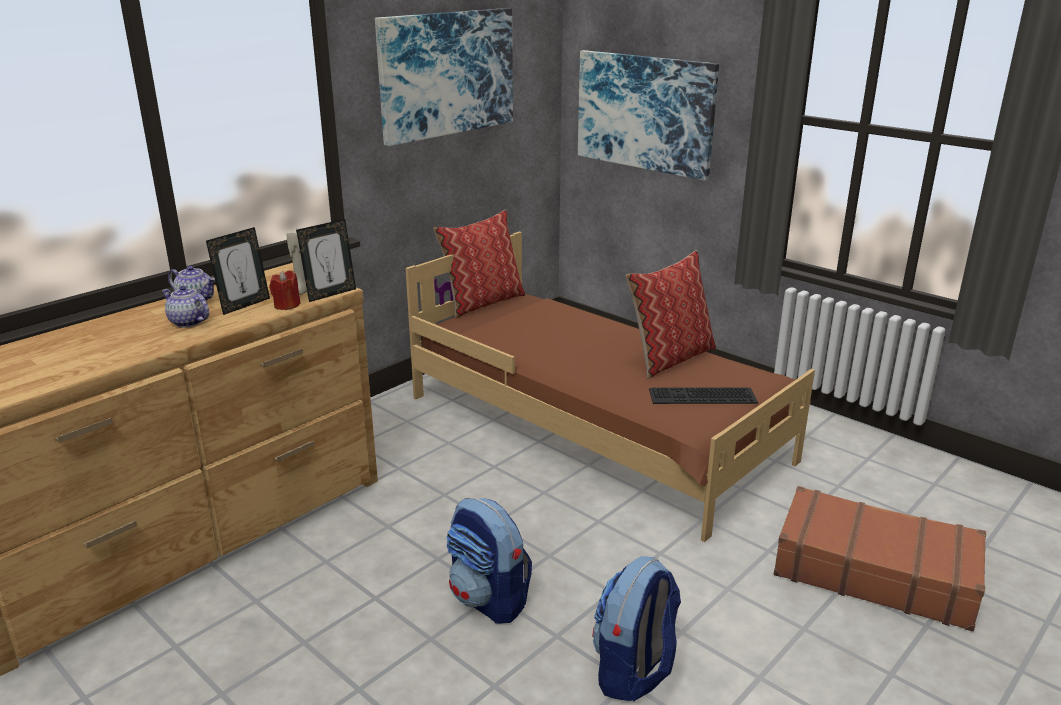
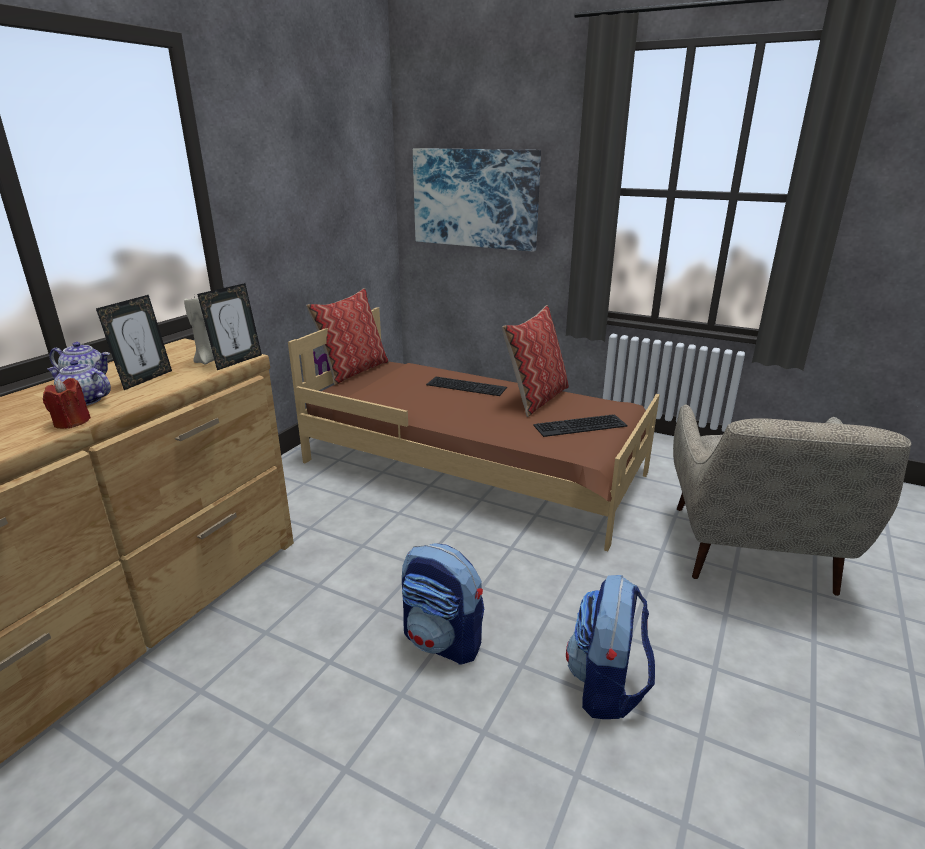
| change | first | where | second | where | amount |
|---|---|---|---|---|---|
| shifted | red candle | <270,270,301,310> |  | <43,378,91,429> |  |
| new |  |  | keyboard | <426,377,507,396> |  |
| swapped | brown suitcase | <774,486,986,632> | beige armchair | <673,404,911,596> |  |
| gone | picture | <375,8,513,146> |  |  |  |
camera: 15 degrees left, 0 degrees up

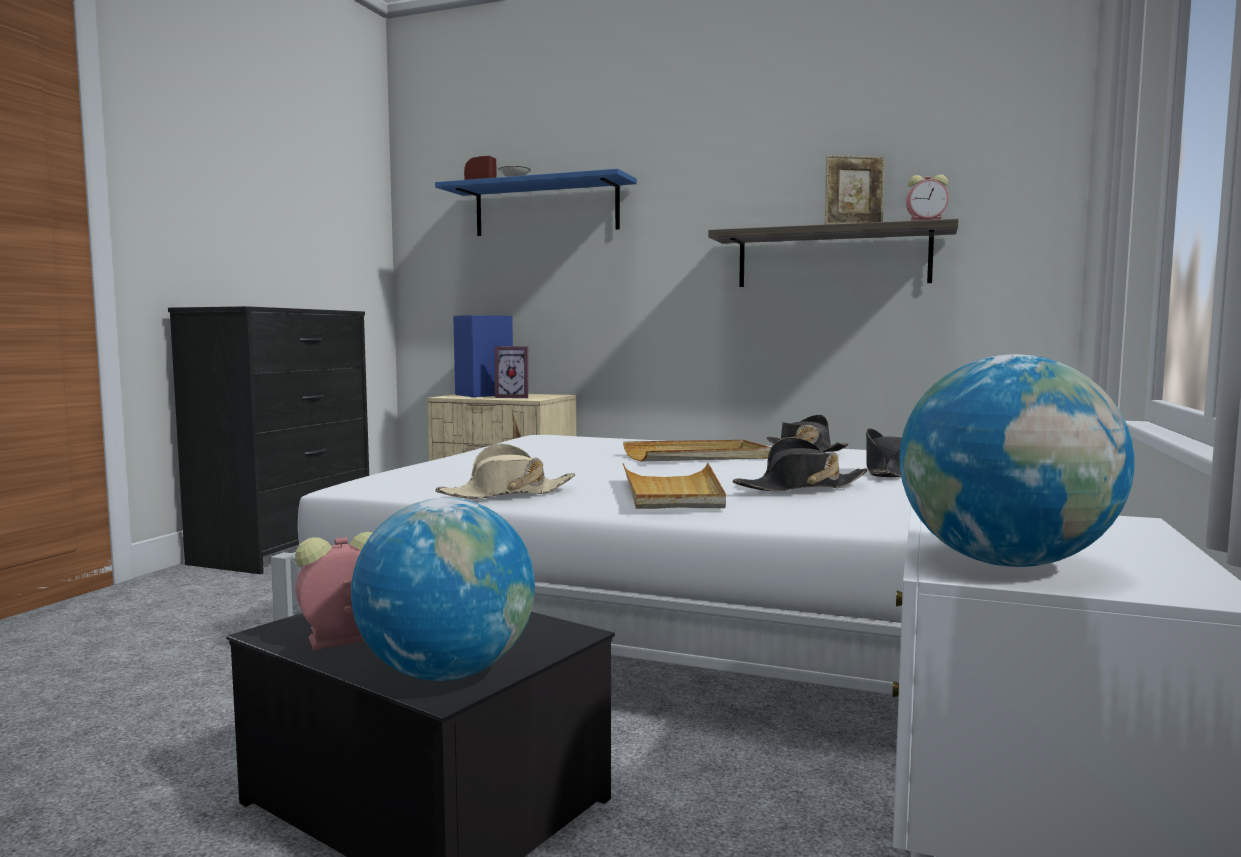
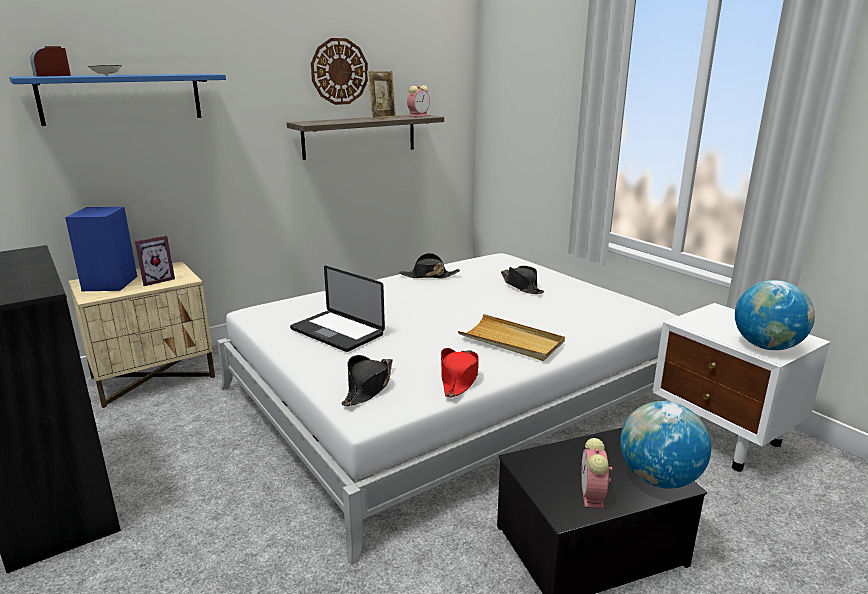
| change | first | where | second | where | amount |
|---|---|---|---|---|---|
| new |  |  | laptop | <290,266,385,352> |  |
| new |  |  | wall clock | <311,38,368,105> |  |
| shifted | black hat | <733,437,868,491> |  | <341,355,393,406> |  |
| repainted | beige hat | <435,444,575,499> | red hat | <441,348,479,397> |  |
| gone | beige tray | <623,440,771,461> |  |  |  |
camera: 55 degrees left, 15 degrees up

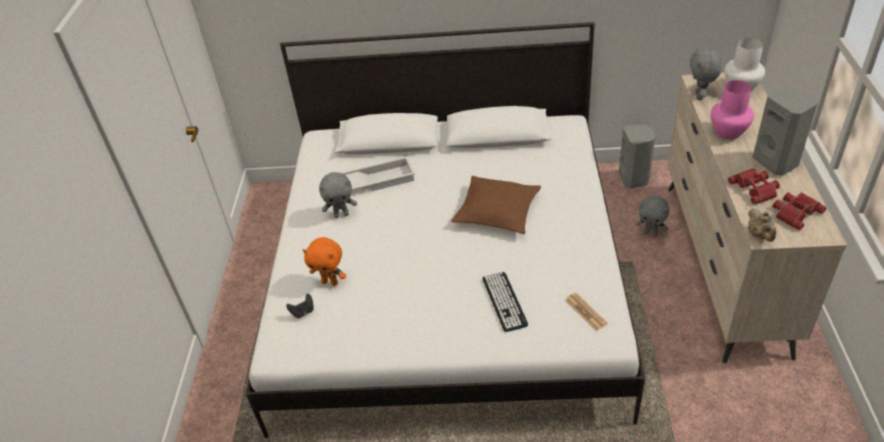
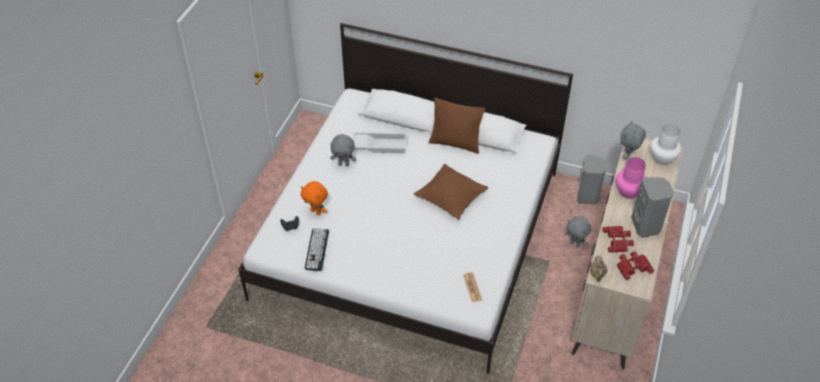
| change | first | where | second | where | amount |
|---|---|---|---|---|---|
| shifted | keyboard | <482,272,528,332> |  | <305,228,329,271> |  |
| new |  |  | brown pillow | <429,98,485,154> |  |
camera: 15 degrees right, 5 degrees up

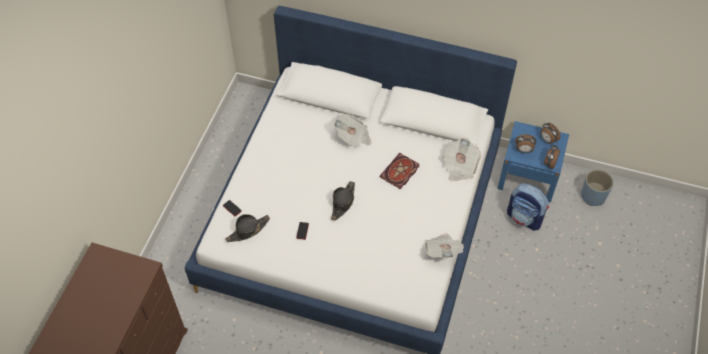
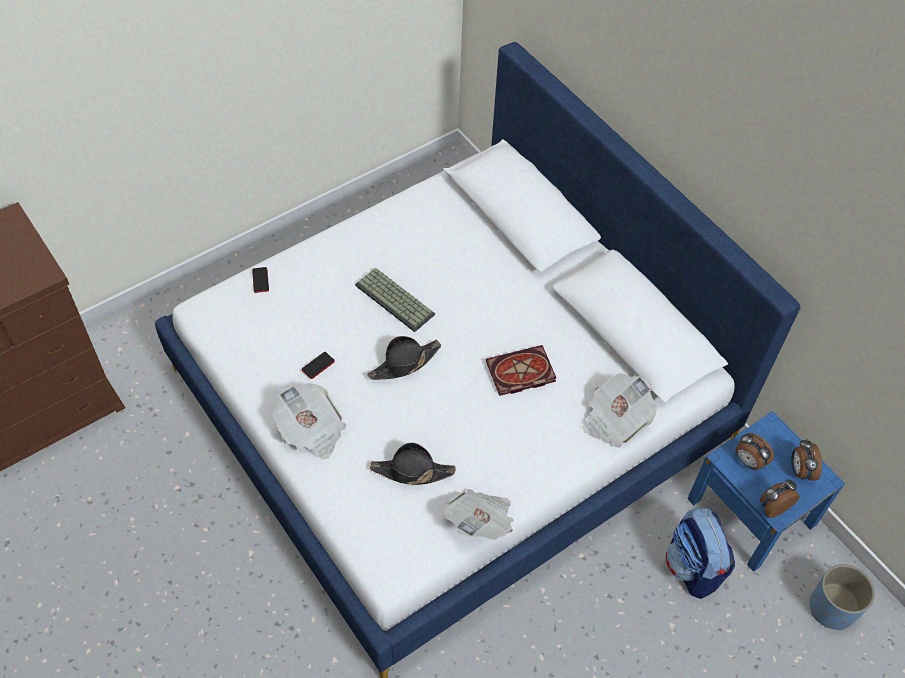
| change | first | where | second | where | amount |
|---|---|---|---|---|---|
| shifted | newspaper | <333,114,372,146> |  | <273,383,346,459> |  |
| new |  |  | keyboard | <355,268,435,332> |  |
| shifted | black hat | <225,214,270,242> |  | <370,442,456,485> |  |
camera: 35 degrees right, 0 degrees up

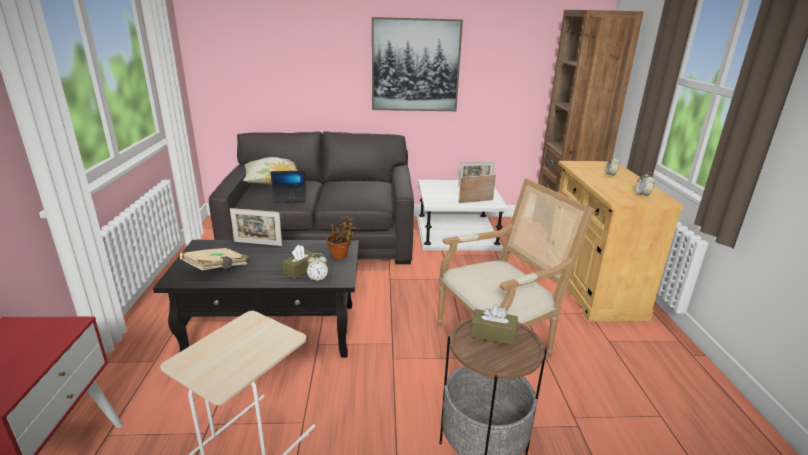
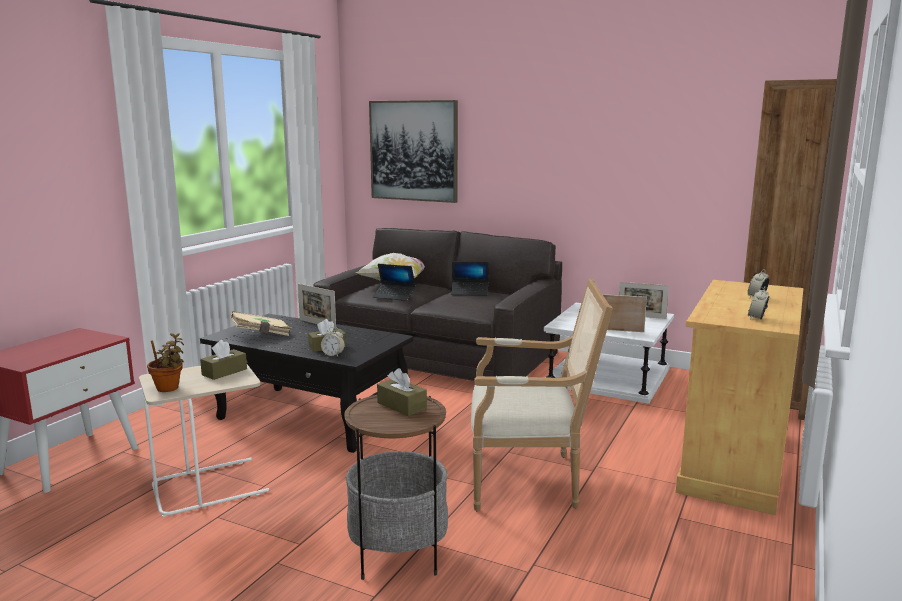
| change | first | where | second | where | amount |
|---|---|---|---|---|---|
| shifted | potted plant | <327,216,357,260> |  | <147,333,184,392> |  |
| new |  |  | brown tissue box | <200,340,247,380> |  |
| shifted | picture | <372,17,463,111> |  | <369,100,458,203> |  |
| new |  |  | laptop | <451,261,488,296> |  |
camera: 30 degrees right, 10 degrees down

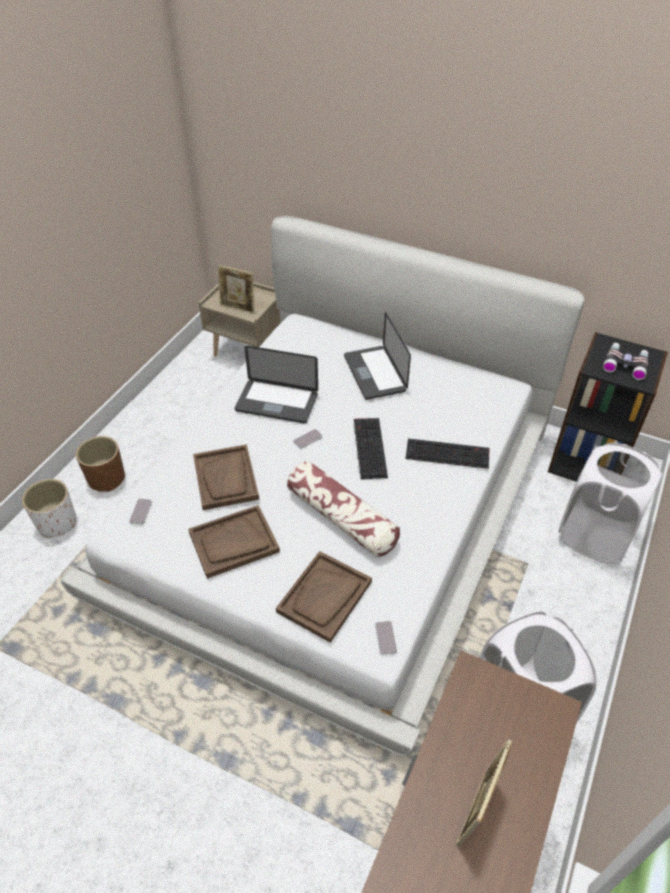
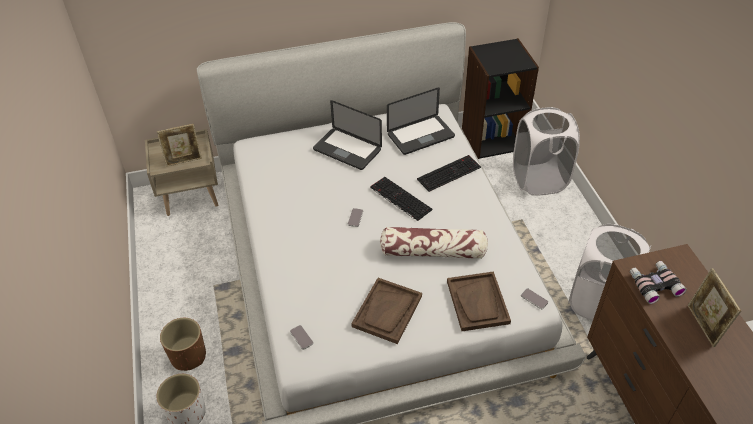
| change | first | where | second | where | amount |
|---|---|---|---|---|---|
| shifted | laptop | <234,345,318,423> |  | <387,87,455,155> |  |
| shifted | binoculars | <603,343,648,380> |  | <630,261,687,304> |  |
| gone | brown tray | <193,444,259,510> |  |  |  |
camera: 40 degrees left, 0 degrees up

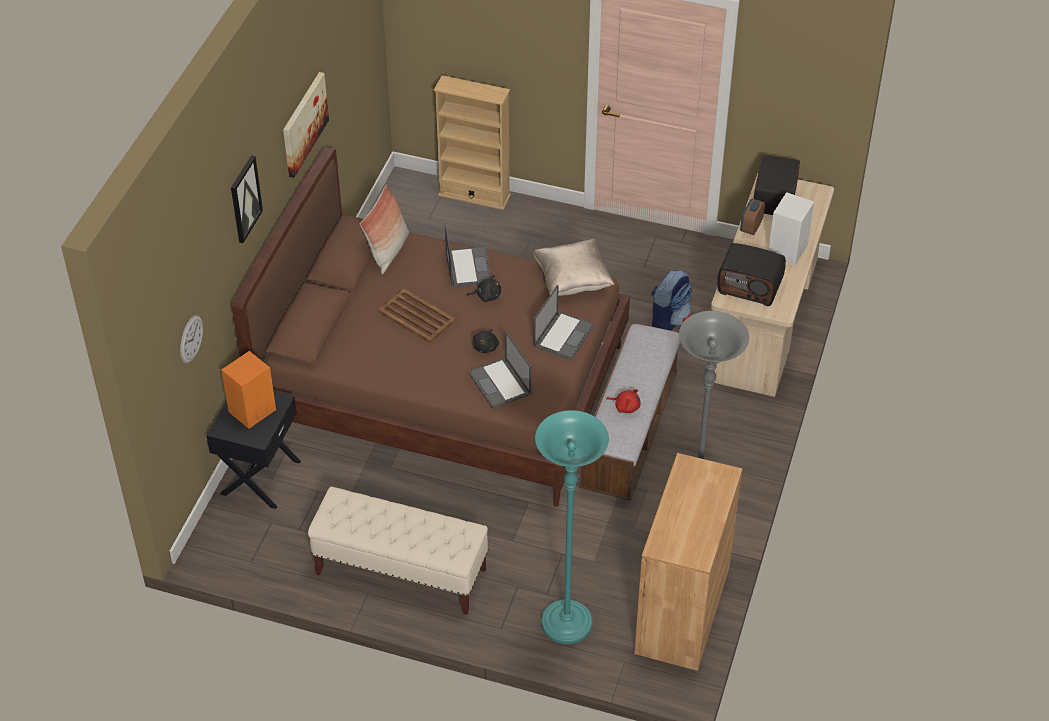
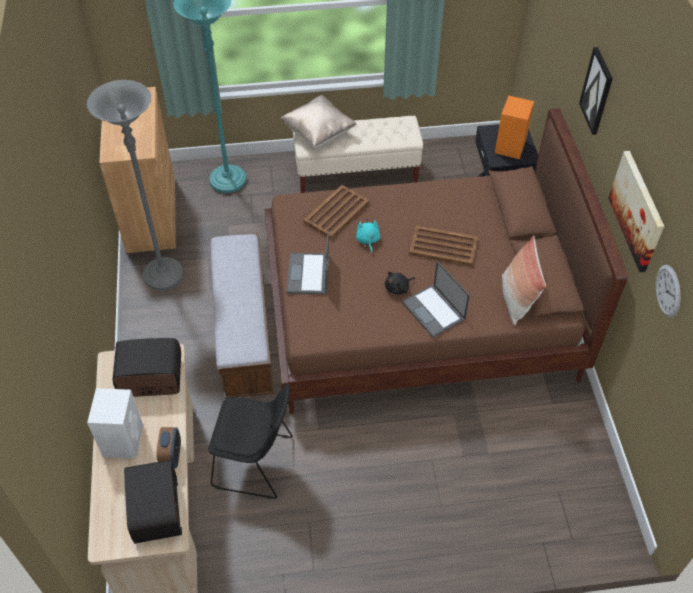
| change | first | where | second | where | amount |
|---|---|---|---|---|---|
| swapped | backpack | <651,270,692,331> | black chair | <209,384,293,499> |  |
| shifted | beige pillow | <533,239,615,296> |  | <280,95,356,148> |  |
| swapped | laptop | <468,331,531,409> | brown tray | <303,185,370,239> |  |
| repainted | black plush toy | <472,329,499,353> | turquoise plush toy | <356,218,380,254> |  |
| shifted | wall clock | <180,315,203,364> |  | <656,265,681,318> |  |
| gone | beige bookcase | <434,75,511,210> |  |  |  |
| gone | red plush toy | <606,389,641,413> |  |  |  |
camera: 155 degrees right, 5 degrees up

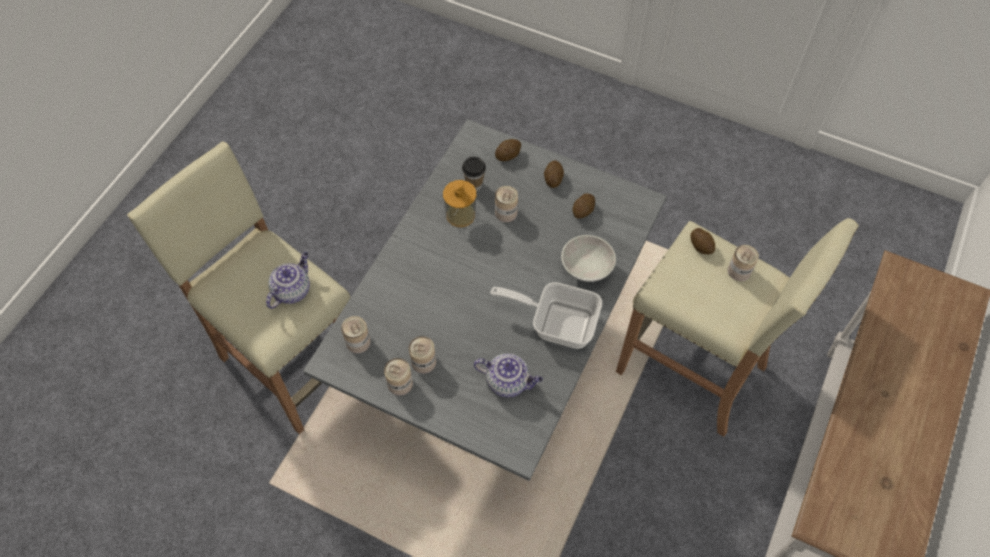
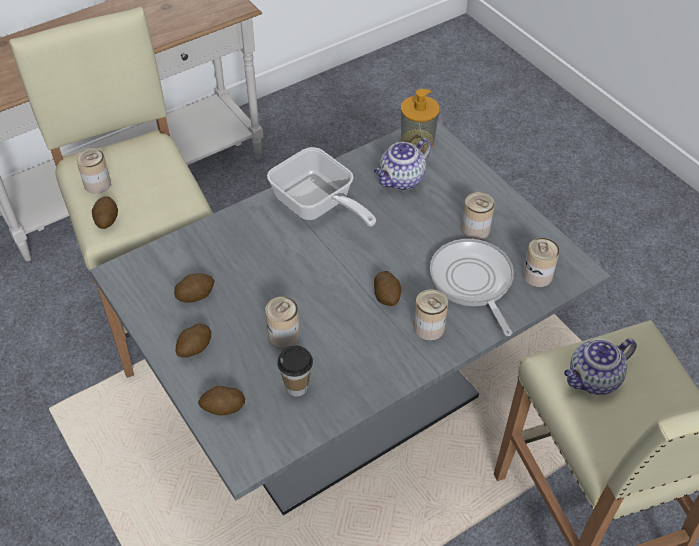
| change | first | where | second | where | amount |
|---|---|---|---|---|---|
| rotated | teapot | <474,354,543,397> |  | <374,138,431,190> | 90 degrees counterclockwise |
| new |  |  | potato | <374,271,401,306> |  |
| shifted | soap dispenser | <443,180,476,227> |  | <401,89,440,152> |  |
| shifted | can | <384,358,413,396> |  | <414,290,448,341> |  |
| new |  |  | frying pan | <430,239,514,336> |  |
| gone | white bowl | <561,235,616,282> |  |  |  |
camera: 150 degrees left, 10 degrees down

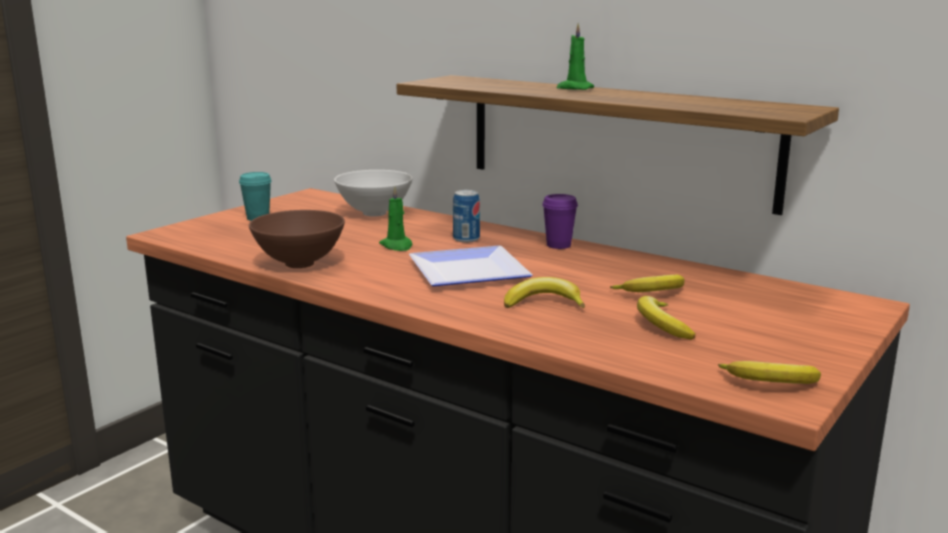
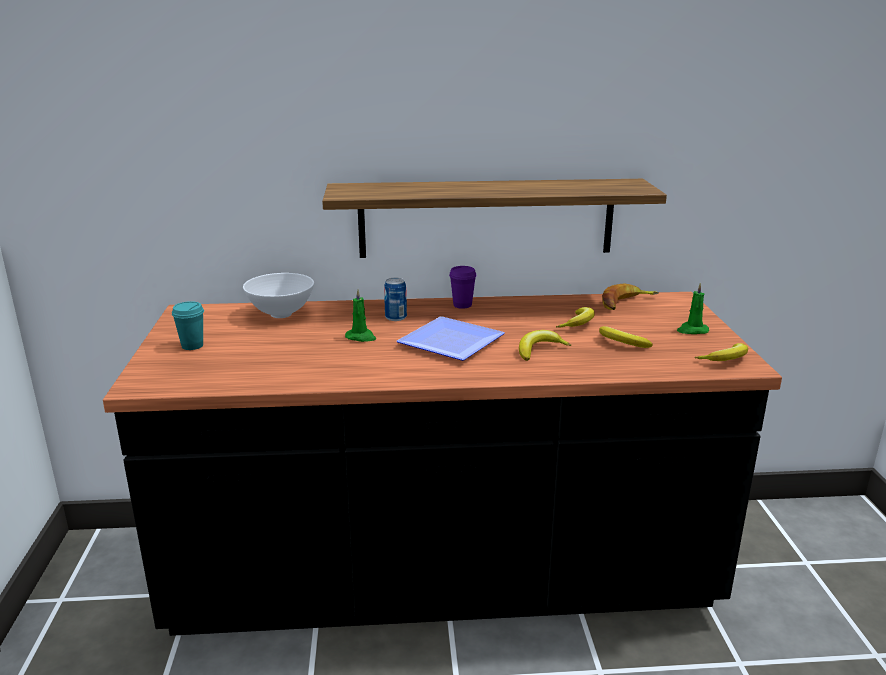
| change | first | where | second | where | amount |
|---|---|---|---|---|---|
| new |  |  | banana | <602,283,659,310> |  |
| shifted | green candle | <556,23,594,90> |  | <677,283,709,334> |  |
| gone | brown bowl | <249,210,345,268> |  |  |  |
camera: 40 degrees left, 5 degrees up

